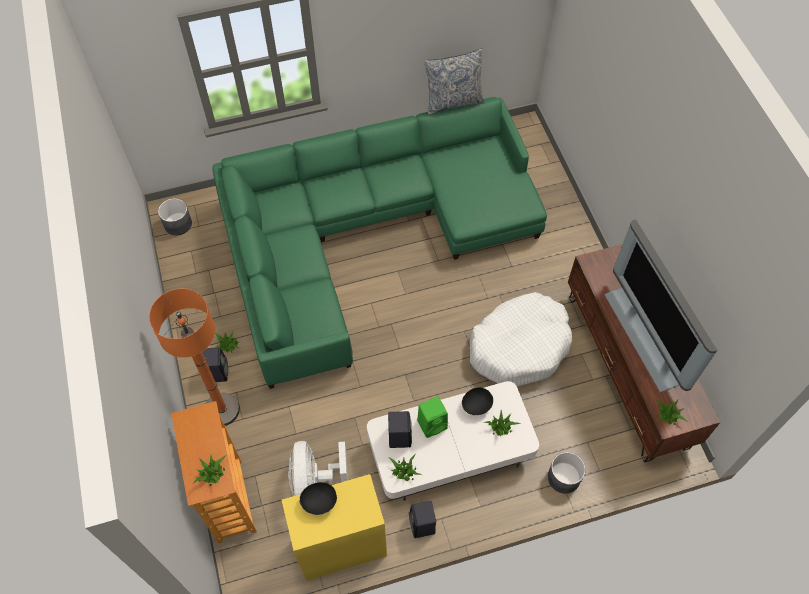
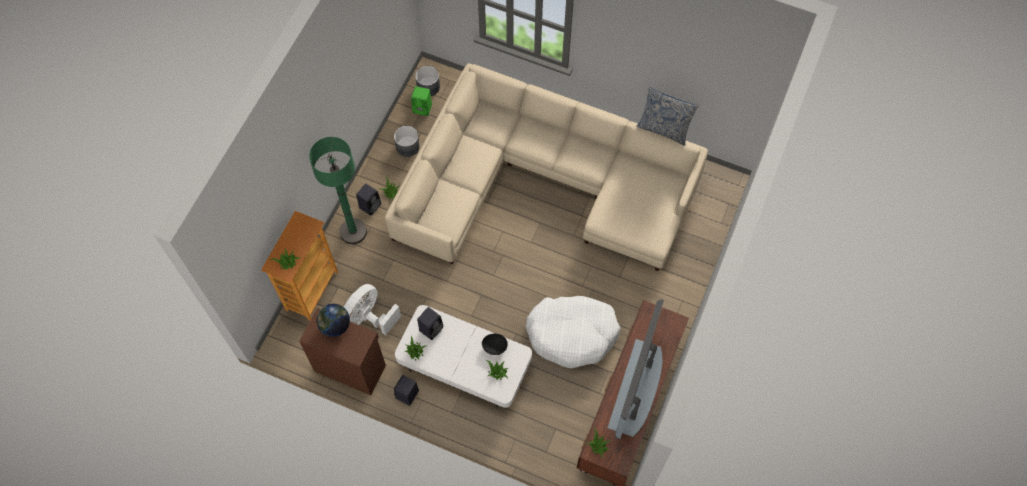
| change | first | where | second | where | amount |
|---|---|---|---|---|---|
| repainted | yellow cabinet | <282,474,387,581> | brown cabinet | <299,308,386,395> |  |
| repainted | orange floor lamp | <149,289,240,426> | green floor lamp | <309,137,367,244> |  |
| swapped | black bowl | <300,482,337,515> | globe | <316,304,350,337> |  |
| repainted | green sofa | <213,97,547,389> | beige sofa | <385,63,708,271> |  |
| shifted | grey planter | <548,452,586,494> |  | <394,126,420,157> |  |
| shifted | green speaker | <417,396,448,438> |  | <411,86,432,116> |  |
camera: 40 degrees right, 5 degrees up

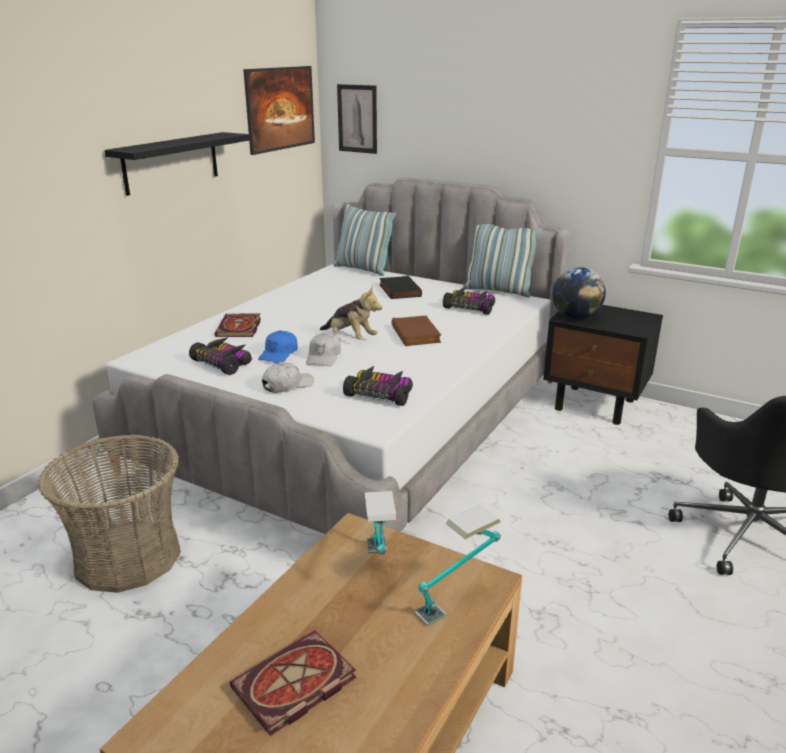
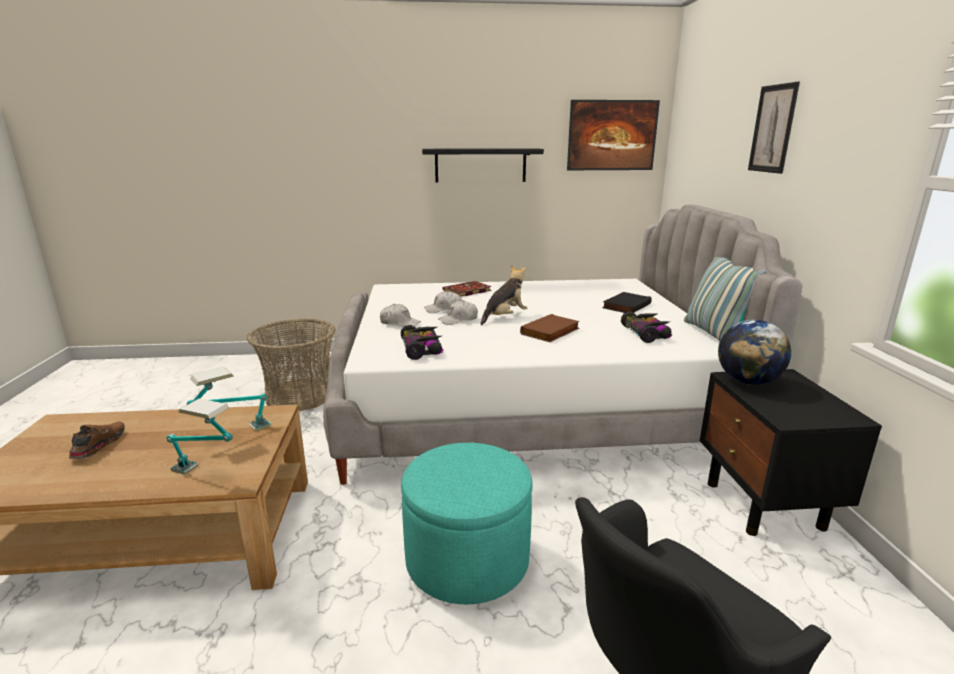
| change | first | where | second | where | amount |
|---|---|---|---|---|---|
| swapped | book | <230,630,356,736> | brown shoe | <69,422,125,459> |  |
| new |  |  | turquoise ottoman | <401,443,533,604> |  |
| repainted | blue cap | <258,331,298,363> | white cap | <424,291,462,313> |  |
| rotated | plush toy | <320,287,382,340> |  | <481,265,527,325> | 135 degrees counterclockwise |
| shifted | picture | <337,84,377,154> |  | <748,82,800,174> |  |
| gone | toy car | <189,337,252,375> |  |  |  |
| gone | pillow | <334,203,396,276> |  |  |  |
camera: 55 degrees right, 5 degrees down

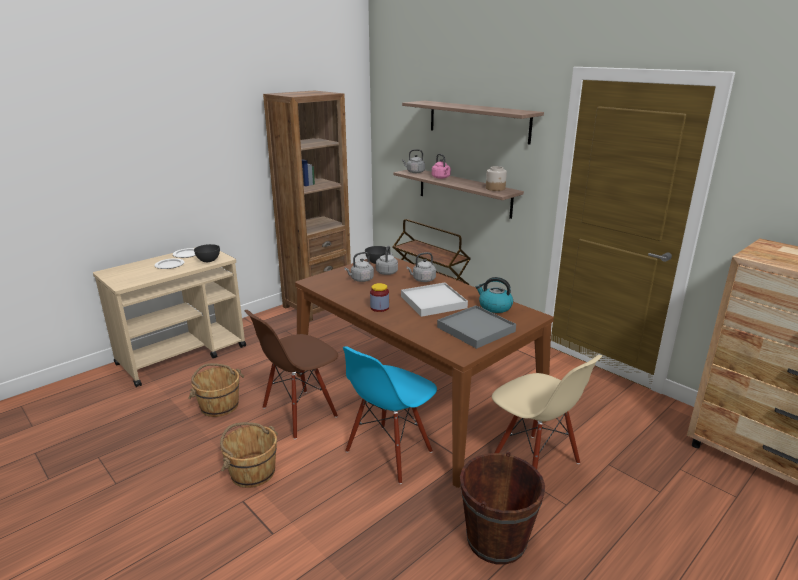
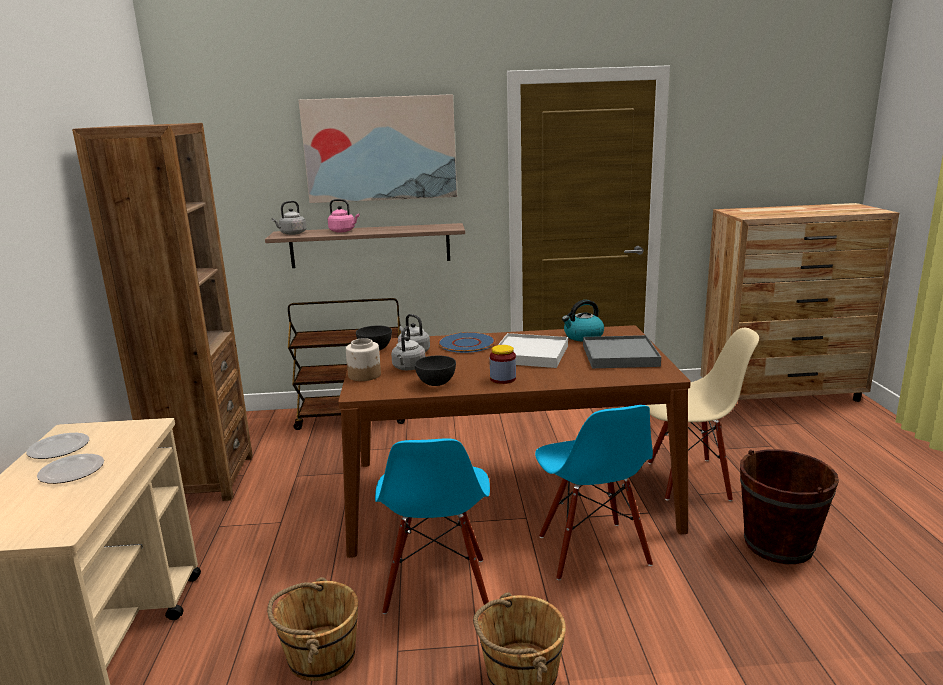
| change | first | where | second | where | amount |
|---|---|---|---|---|---|
| swapped | shelf | <402,101,544,145> | picture | <299,94,457,203> |  |
| shifted | jar | <486,166,507,191> |  | <346,338,381,381> |  |
| repainted | brown chair | <244,310,338,439> | blue chair | <375,438,490,614> |  |
| shifted | grey bowl | <194,244,220,262> |  | <414,356,456,386> |  |
| swapped | grey kettle | <406,252,436,282> | blue plate | <438,332,495,353> |  |
camera: 50 degrees left, 5 degrees down

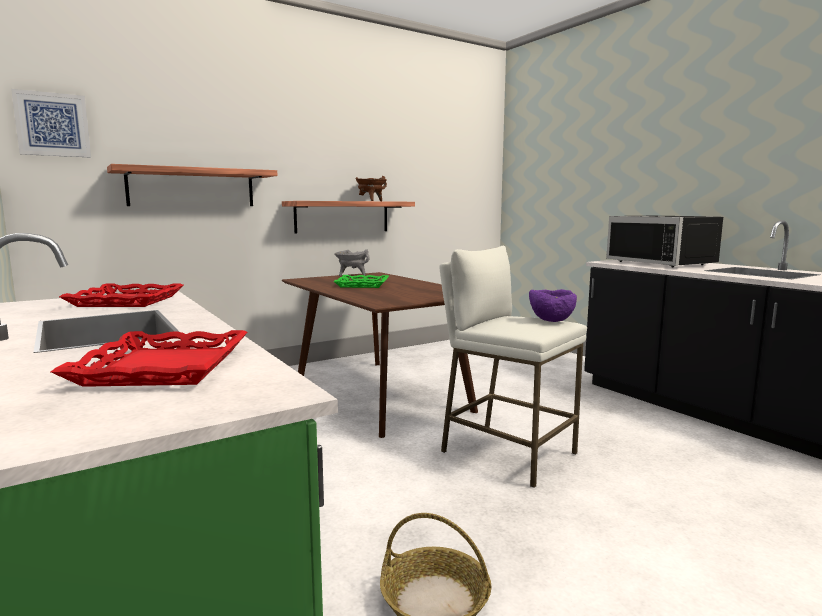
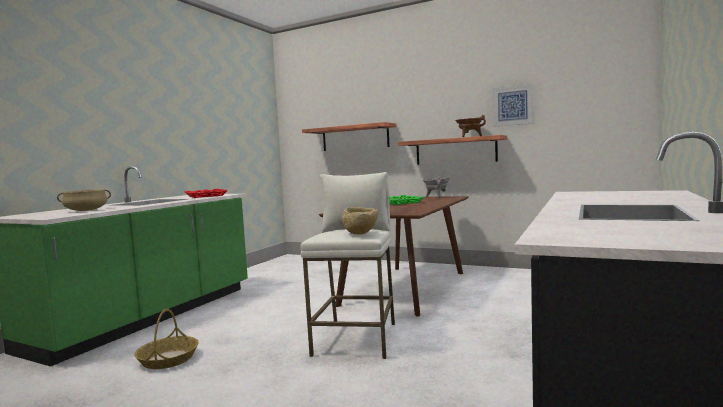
| change | first | where | second | where | amount |
|---|---|---|---|---|---|
| swapped | red tray | <51,330,247,387> | beige cooking pot | <57,189,111,211> |  |
| repainted | purple bowl | <529,289,577,322> | beige bowl | <342,207,378,235> |  |
| shifted | picture | <11,89,91,158> |  | <492,84,533,127> |  |
| gone | black microwave | <606,216,723,268> |  |  |  |
camera: 60 degrees right, 5 degrees down

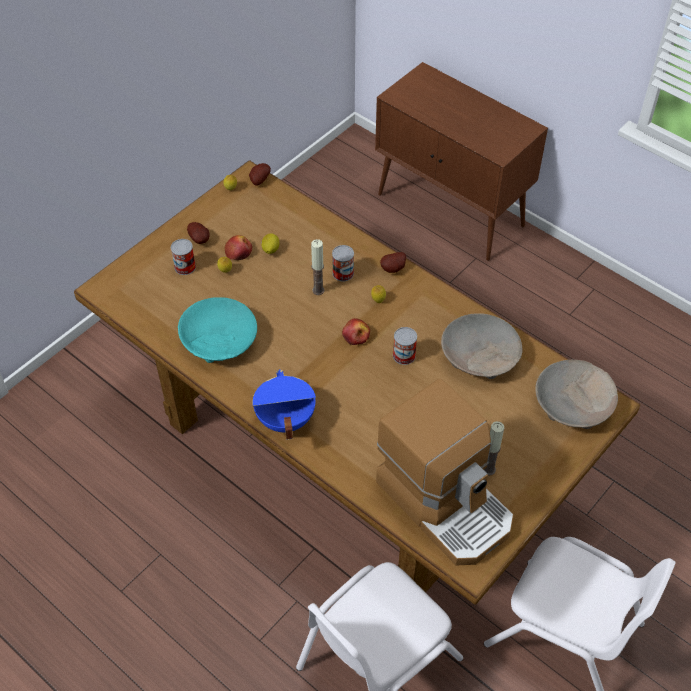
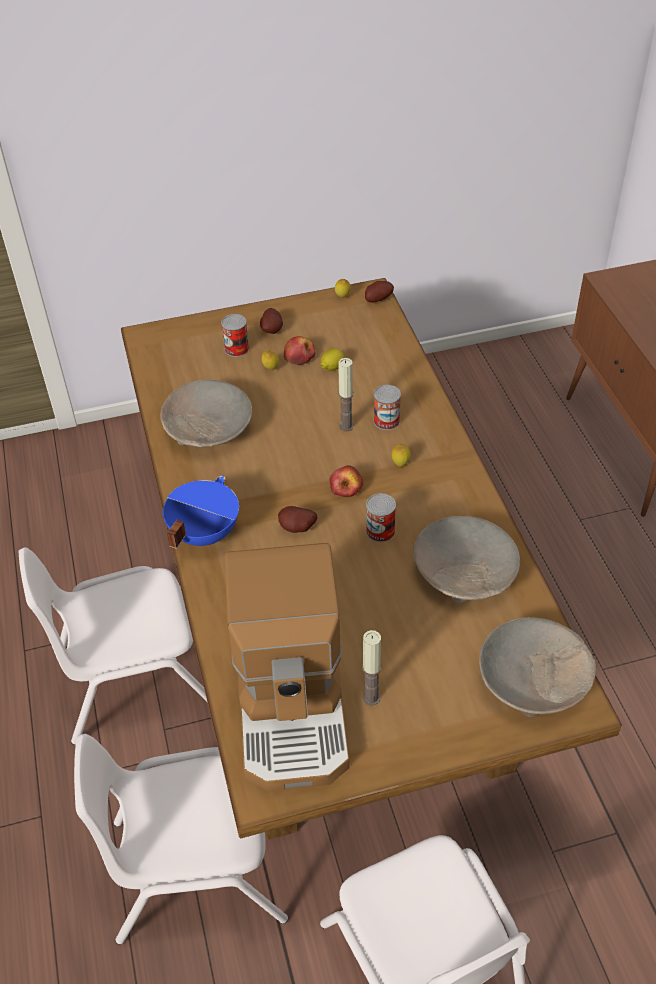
| change | first | where | second | where | amount |
|---|---|---|---|---|---|
| new |  |  | white chair | <19,547,207,745> |  |
| repainted | turquoise bowl | <178,297,257,363> | beige bowl | <161,380,252,448> |  |
| shifted | potato | <380,252,406,273> |  | <278,506,318,533> |  |
camera: 35 degrees right, 5 degrees down

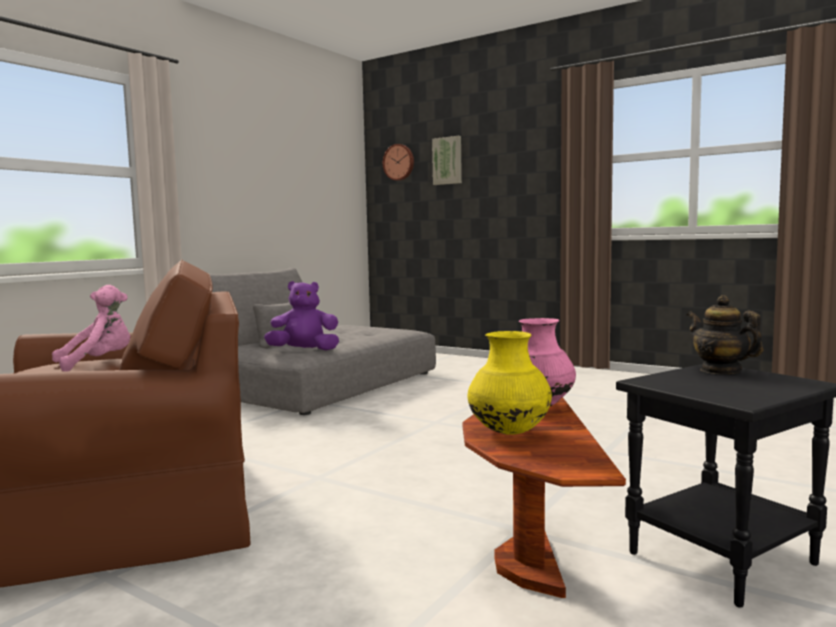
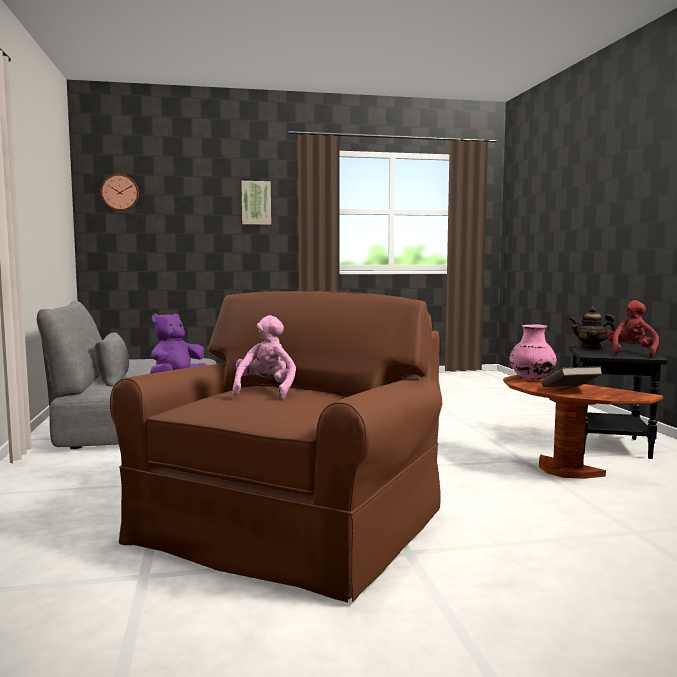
| change | first | where | second | where | amount |
|---|---|---|---|---|---|
| shifted | picture | <432,136,462,185> |  | <241,181,271,225> |  |
| swapped | yellow vase | <468,331,552,435> | brown book | <541,366,602,387> |  |
| new |  |  | red plush toy | <607,300,659,357> |  |
camera: 45 degrees left, 0 degrees up

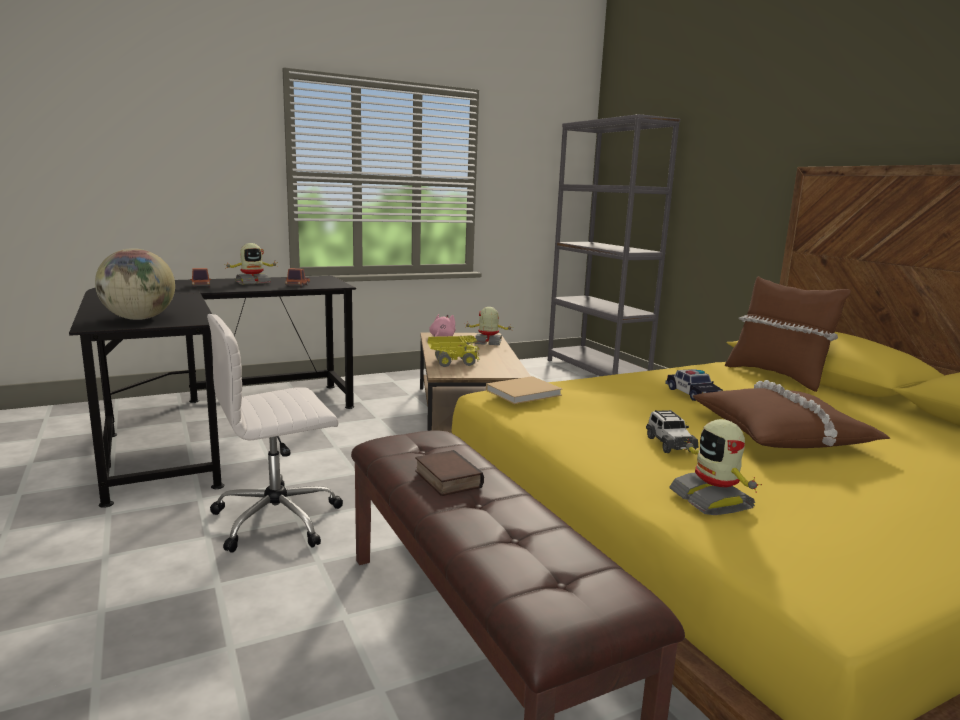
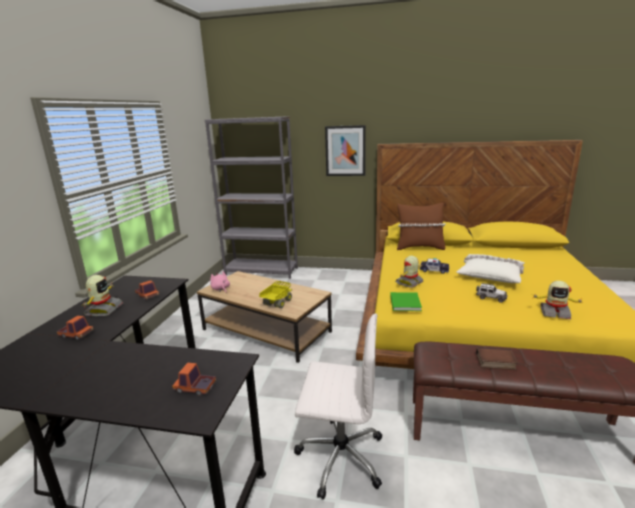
| change | first | where | second | where | amount |
|---|---|---|---|---|---|
| swapped | globe | <95,248,175,320> | toy truck | <172,362,216,395> |  |
| rotated | white office chair | <207,314,343,553> |  | <294,313,382,500> | 90 degrees counterclockwise |
| new |  |  | picture | <325,125,366,176> |  |
| repainted | beige book | <486,376,562,404> | green book | <390,292,422,311> |  |
| shifted | toy robot | <464,307,513,345> |  | <395,256,423,288> |  |
| repainted | brown pillow | <693,380,891,448> | white pillow | <456,254,525,283> |  |
camera: 50 degrees left, 5 degrees up

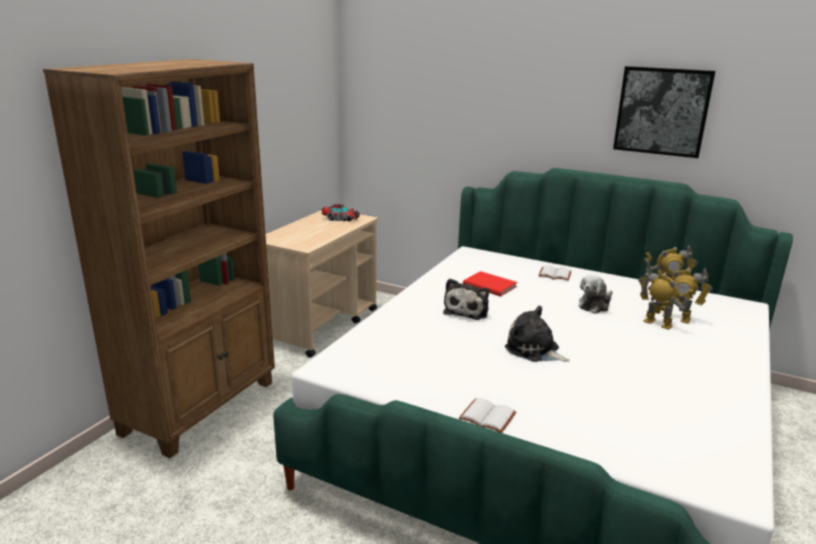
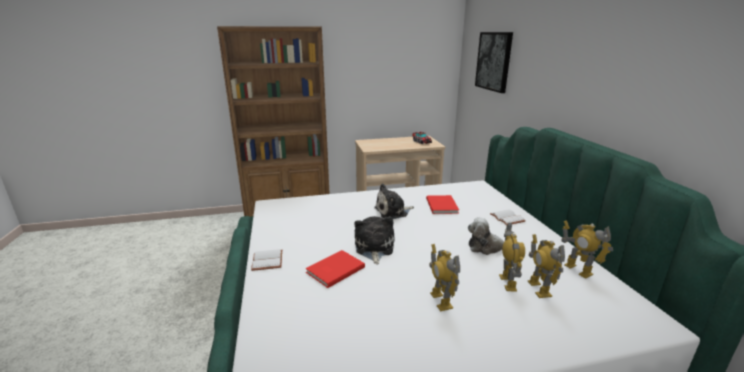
| change | first | where | second | where | amount |
|---|---|---|---|---|---|
| new |  |  | red book | <305,250,365,288> |  |
| new |  |  | toy robot | <429,244,460,311> |  |
| shifted | picture | <613,66,716,158> |  | <475,32,513,93> |  |
camera: 50 degrees right, 0 degrees up

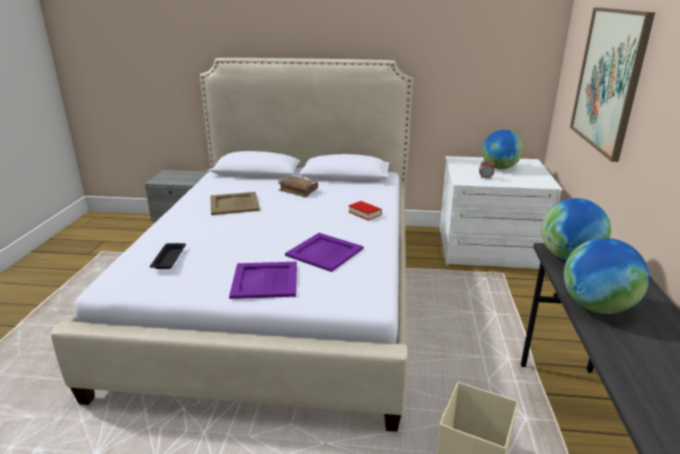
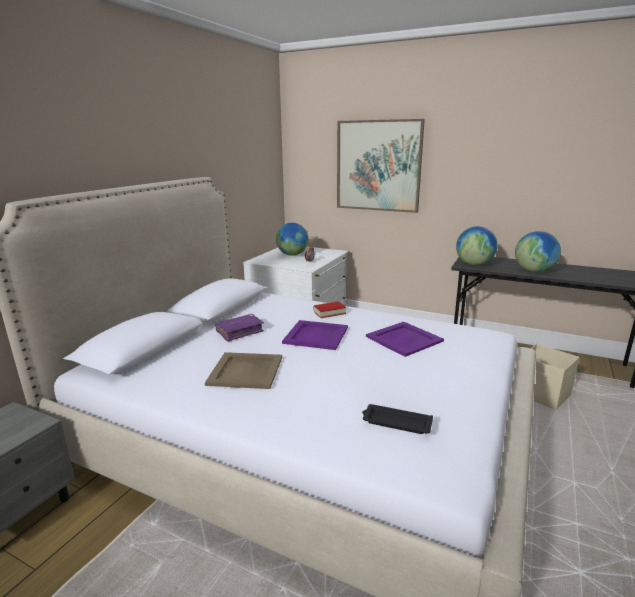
| change | first | where | second | where | amount |
|---|---|---|---|---|---|
| repainted | brown book | <278,176,318,198> | purple book | <215,314,264,342> |  |
| shifted | purple tray | <229,262,297,299> |  | <282,320,348,350> |  |
camera: 70 degrees left, 5 degrees down

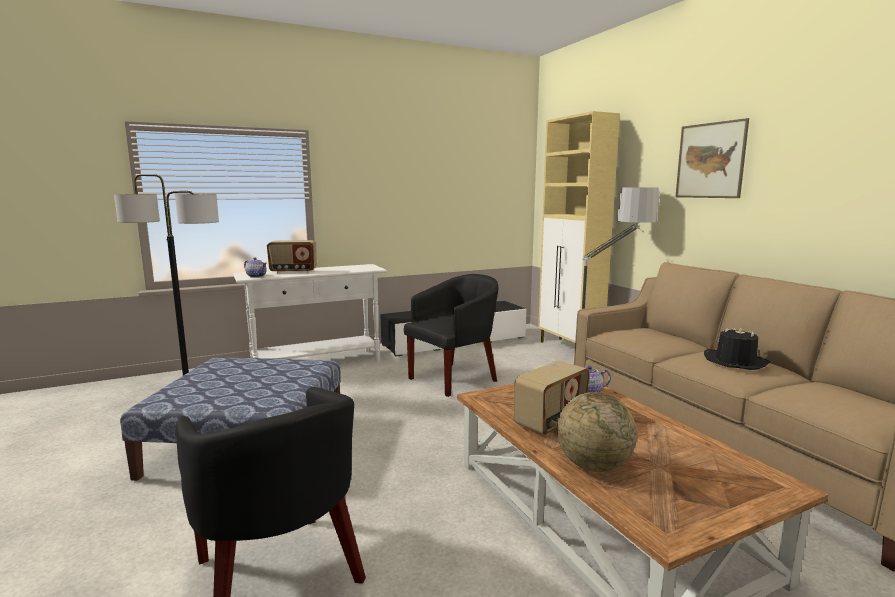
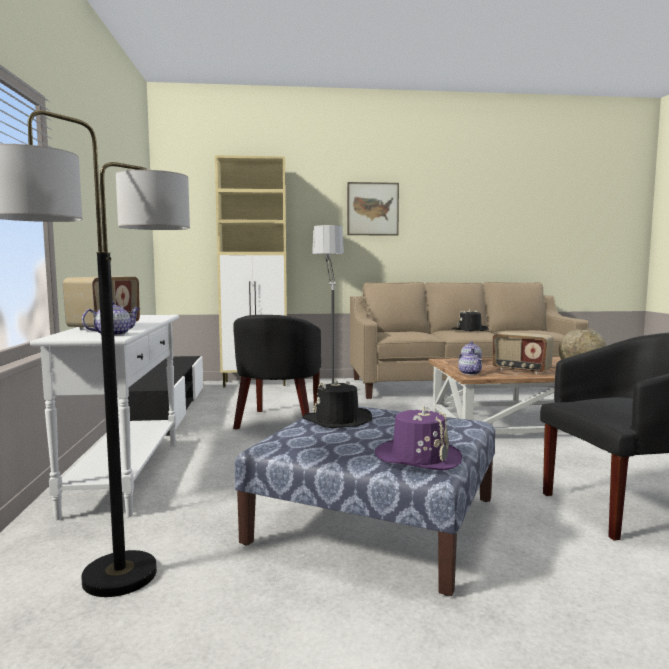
| change | first | where | second | where | amount |
|---|---|---|---|---|---|
| rotated | black armchair | <404,274,498,397> |  | <233,315,321,429> | 150 degrees counterclockwise |
| new |  |  | black hat | <302,379,372,428> |  |
| new |  |  | purple hat | <375,407,462,470> |  |
| new |  |  | teapot | <458,351,483,375> |  |
| rotated | radio | <514,360,589,435> |  | <492,332,554,374> | 150 degrees clockwise |
camera: 70 degrees left, 5 degrees down

